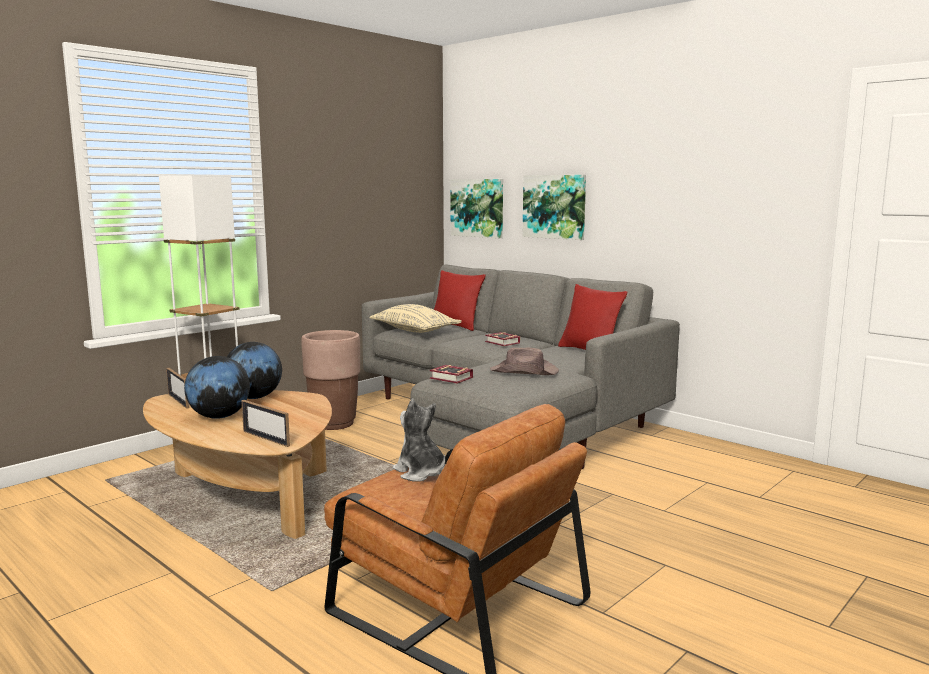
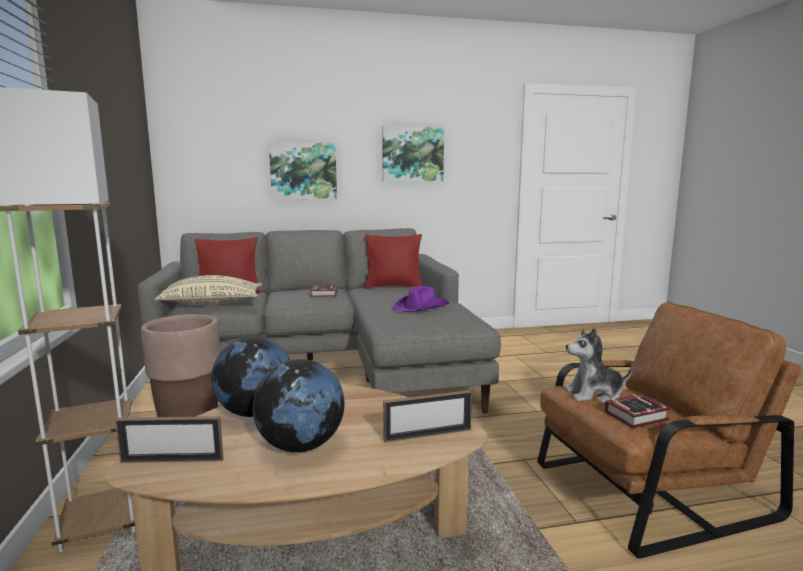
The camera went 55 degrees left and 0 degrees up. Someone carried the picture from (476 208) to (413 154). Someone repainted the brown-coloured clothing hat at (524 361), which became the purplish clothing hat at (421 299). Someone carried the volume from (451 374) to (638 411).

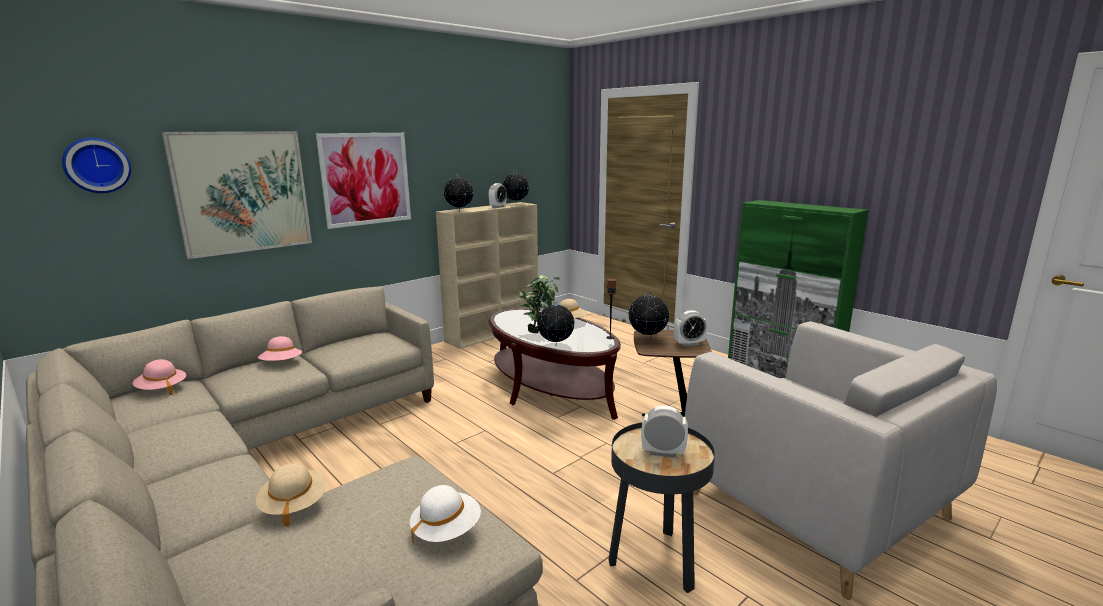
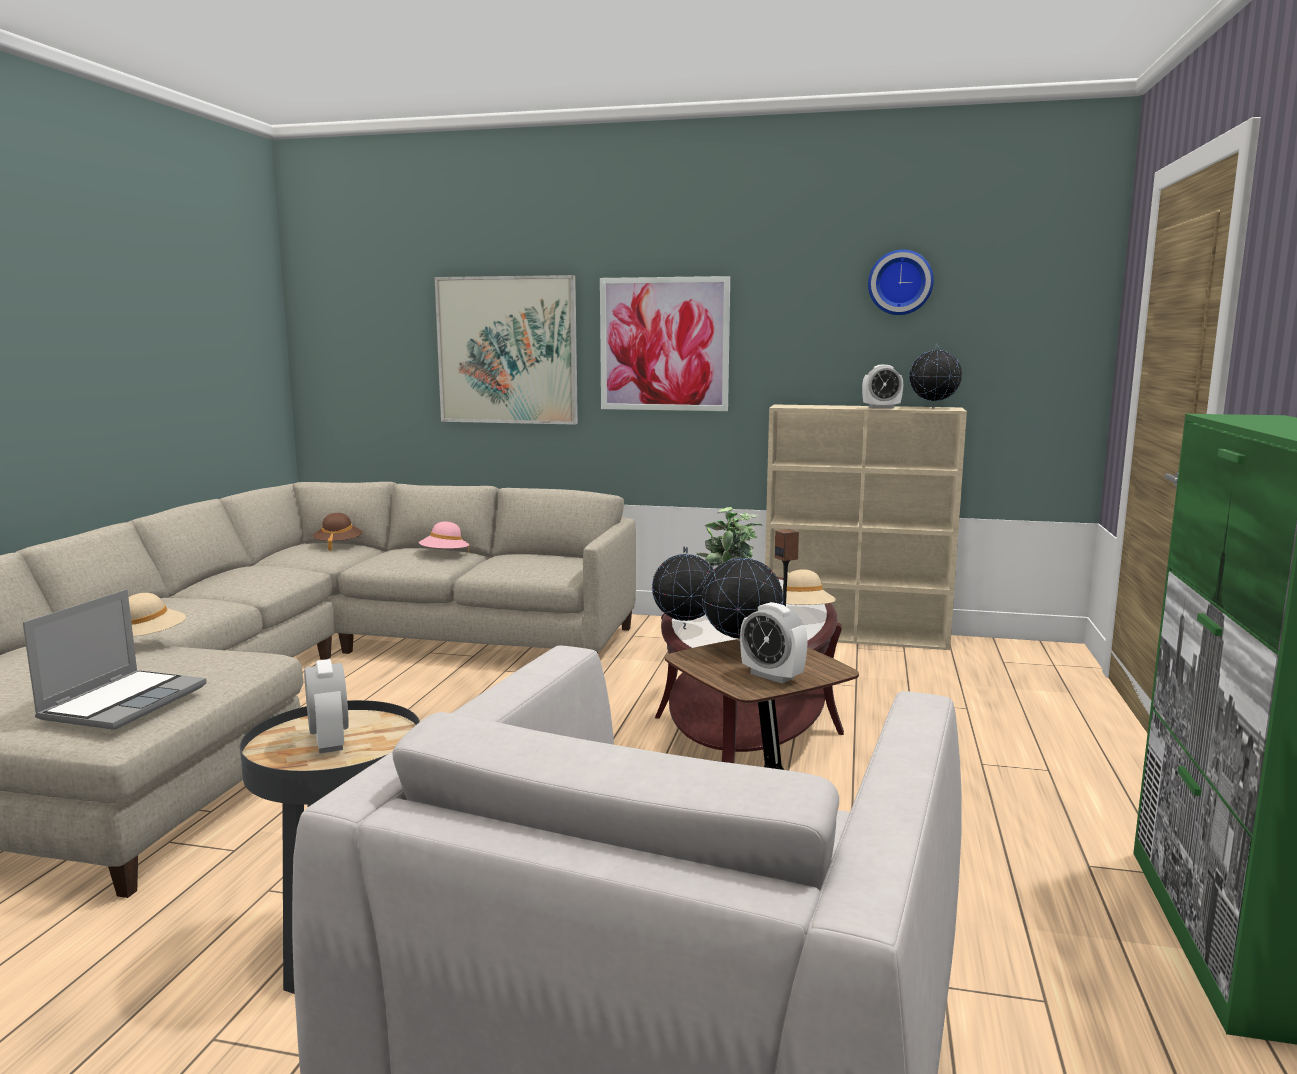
The camera went 55 degrees right and 5 degrees down. Someone carried the hanging clock from (96 165) to (901 282). Someone took away the desk globe at (458 193). Someone repainted the pink-coloured clothing hat at (159 377), which became the brown-coloured clothing hat at (338 532). Someone swapped the white-coloured clothing hat at (445 514) for the portable computer at (115 659).

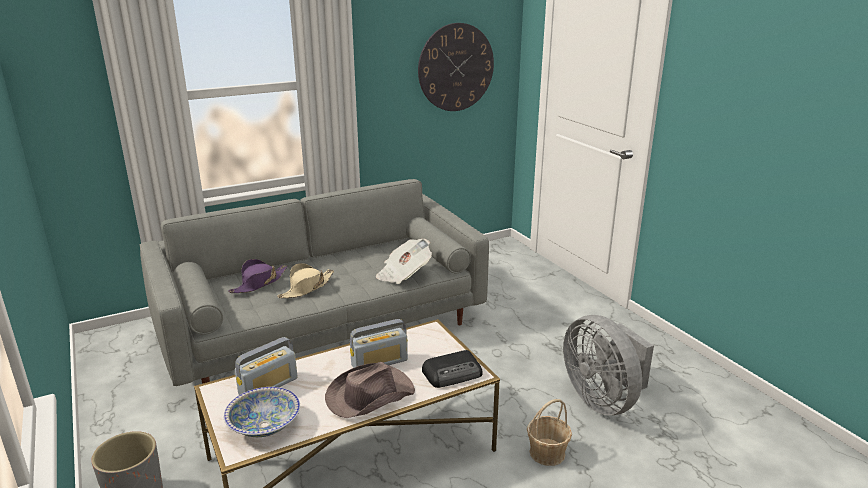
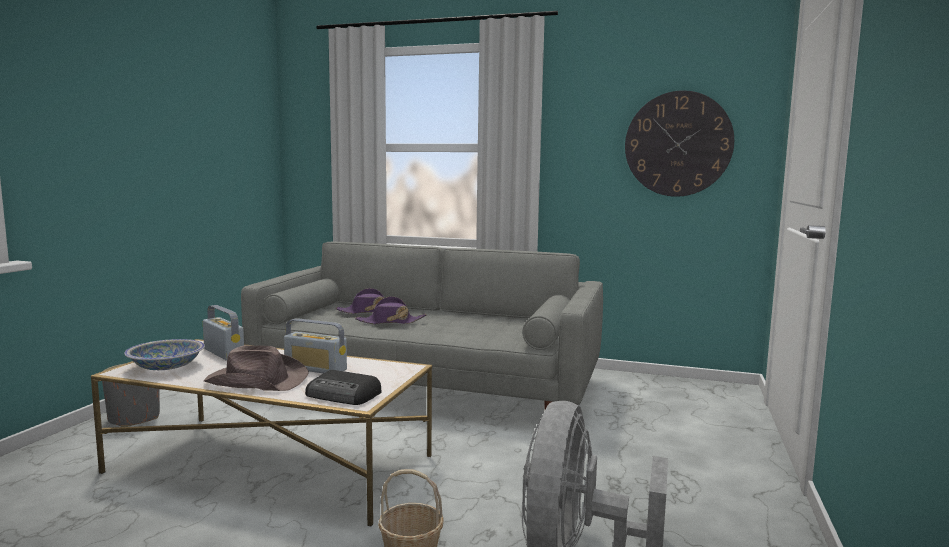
The camera went 45 degrees right and 15 degrees down. Someone took away the printed paper at (404 261). Someone repainted the beige-coloured clothing hat at (305 280), which became the purplish clothing hat at (390 310). Someone rotated the radio receiver at (266 366) by 135 degrees counterclockwise.

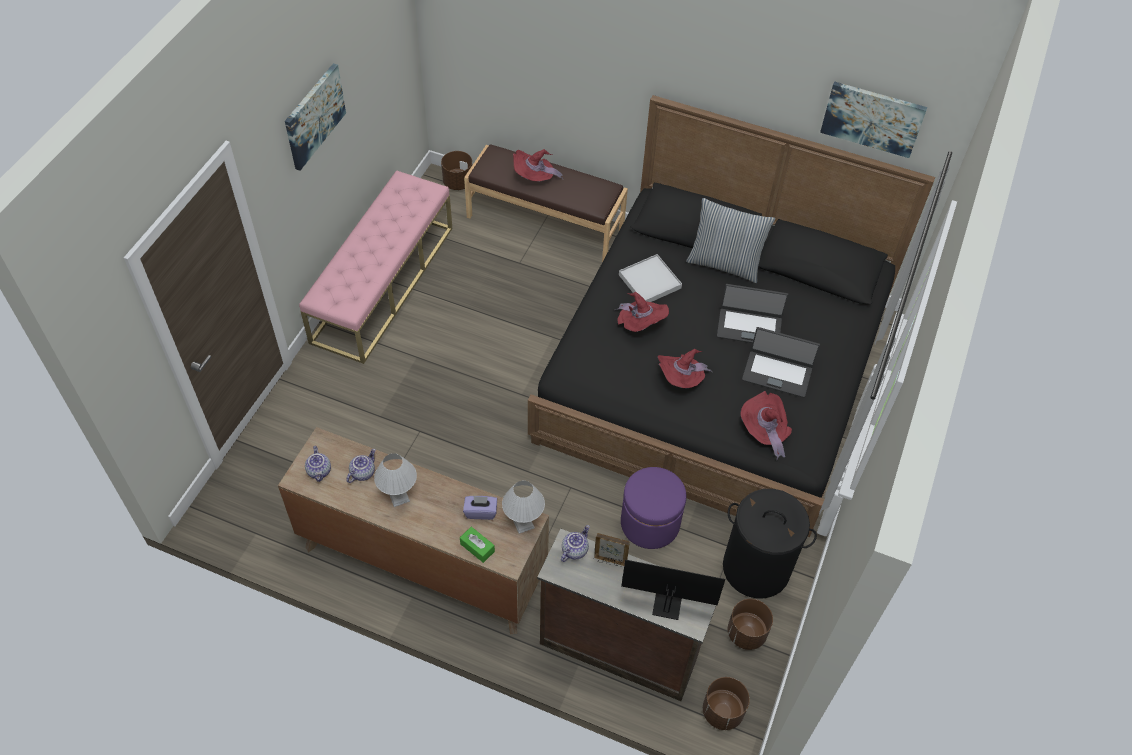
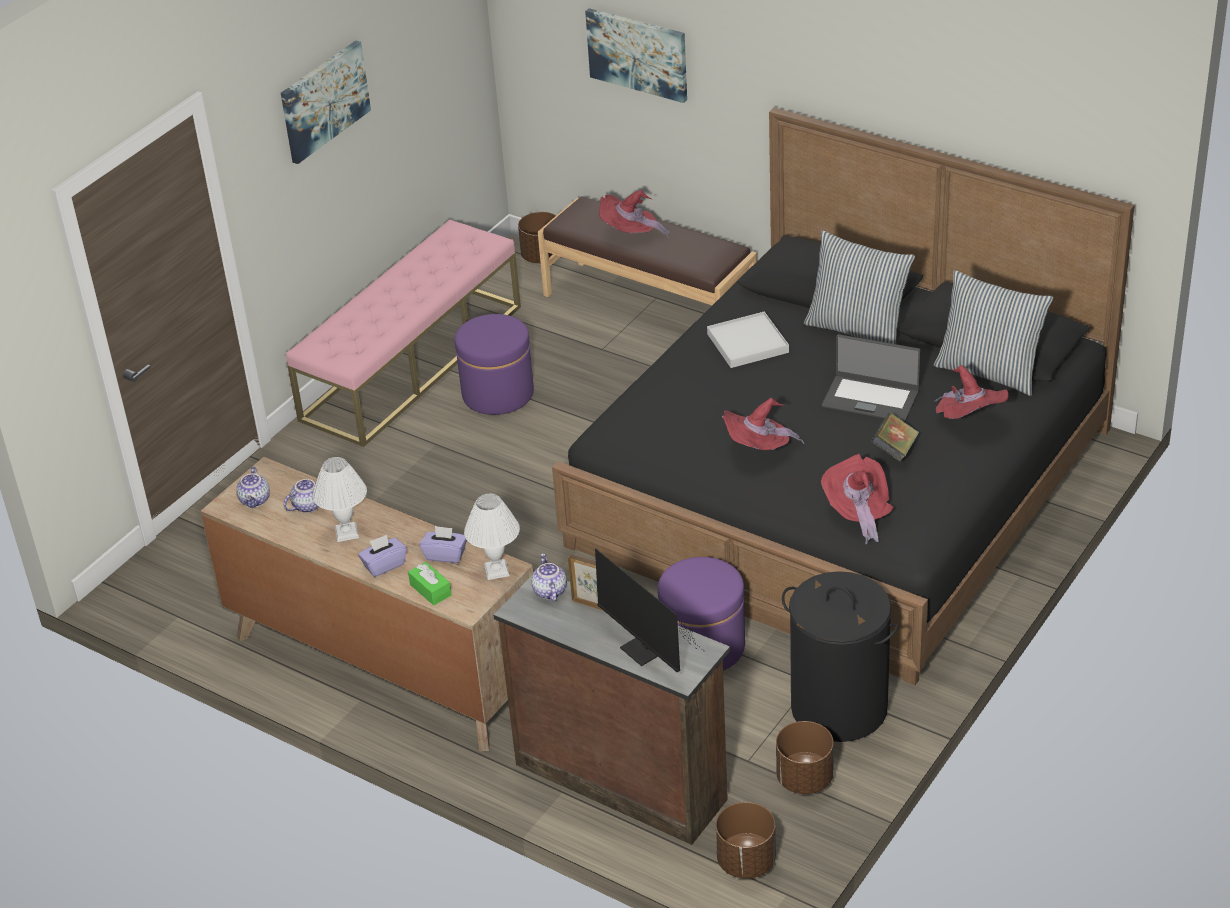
The camera went 15 degrees right and 15 degrees down. Someone carried the picture from (873 119) to (636 55). Someone carried the red-coloured clothing hat from (642 312) to (971 392). Someone swapped the portable computer at (781 362) for the volume at (895 437). Someone rotated the teapot at (575 543) by 60 degrees counterclockwise. Someone rotated the computer screen at (659 588) by 150 degrees counterclockwise. Someone put down the pillow at (993 333). Someone put down the purplish ottoman at (494 364). Someone put down the purplish tissue box at (382 556).

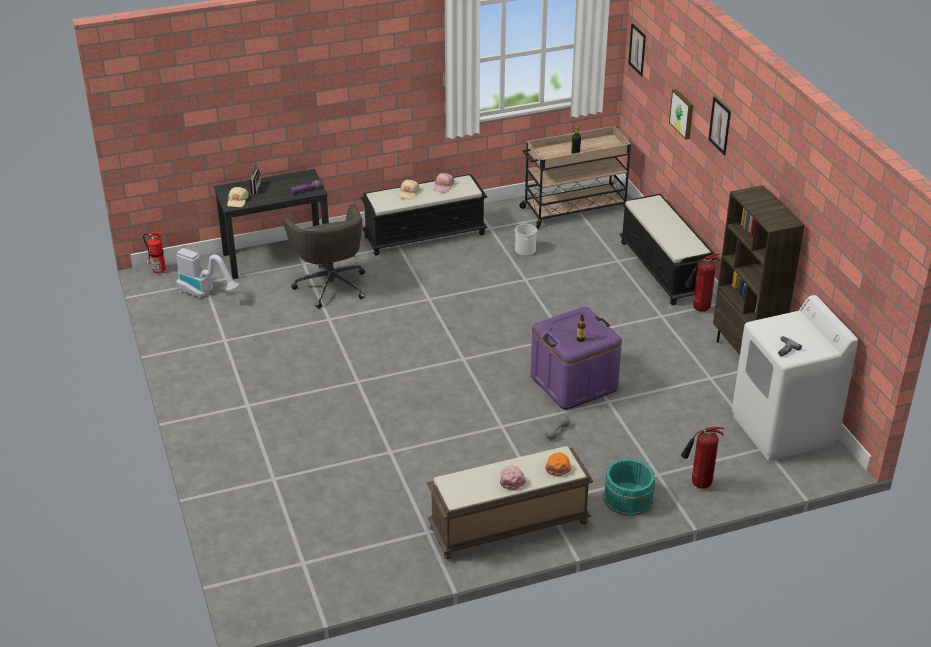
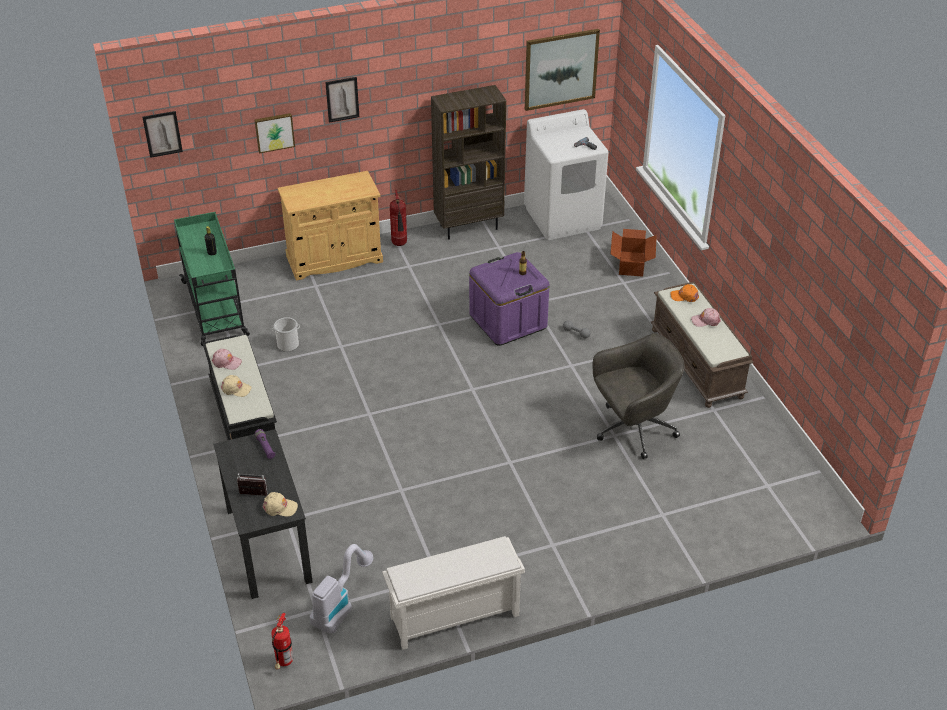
The camera went 90 degrees left and 5 degrees up. Someone repainted the beige-coloured wheeled cart at (575 177), which became the green wheeled cart at (212 279). Someone swapped the black bench at (667 249) for the beige-coloured cabinet at (330 226). Someone carried the grey computer chair from (324 256) to (639 396). Someone swapped the fire extinguisher at (702 458) for the packing box at (633 253). Someone took away the turquoise-coloured water bucket at (629 487). Someone put up the picture at (562 70). Someone put down the white-coloured shoe stand at (453 593).

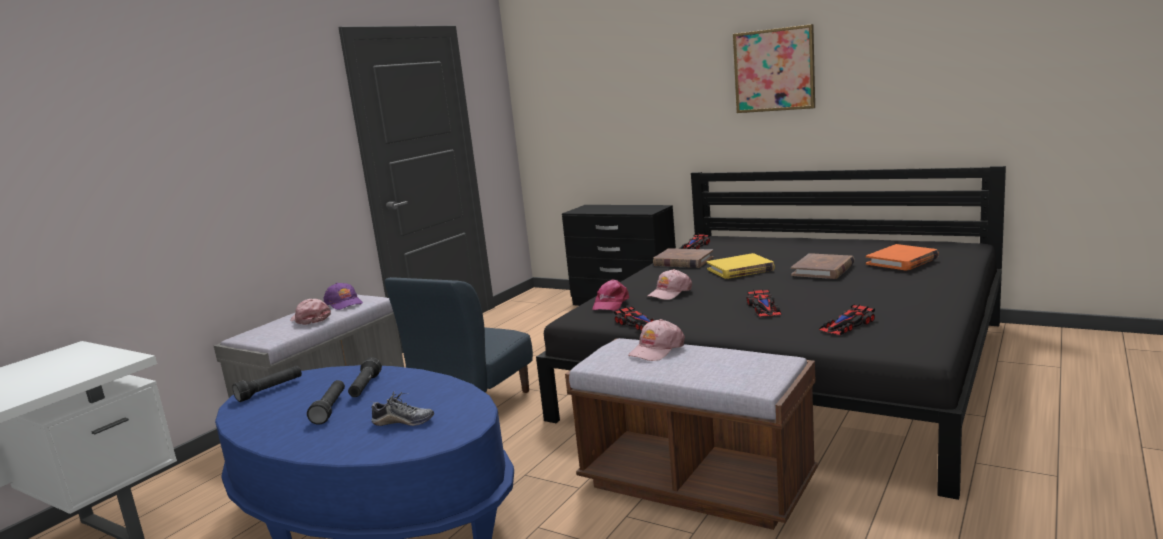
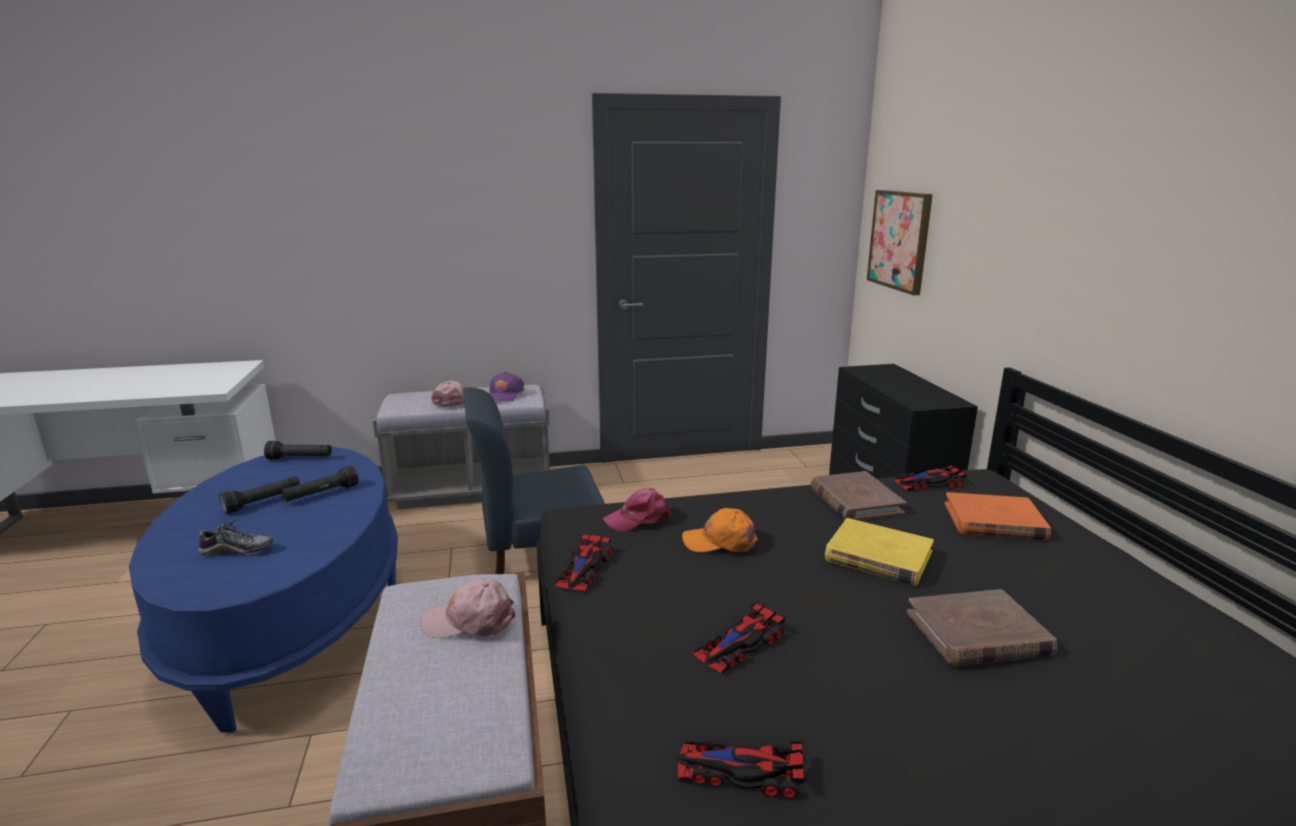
The camera went 45 degrees right and 5 degrees up. Someone carried the picture from (774 68) to (900 242). Someone carried the orangey volume from (902 257) to (998 516). Someone repainted the pink-coloured cap at (670 284), which became the orangey cap at (720 530). Someone rotated the shoe at (403 409) by 60 degrees counterclockwise.

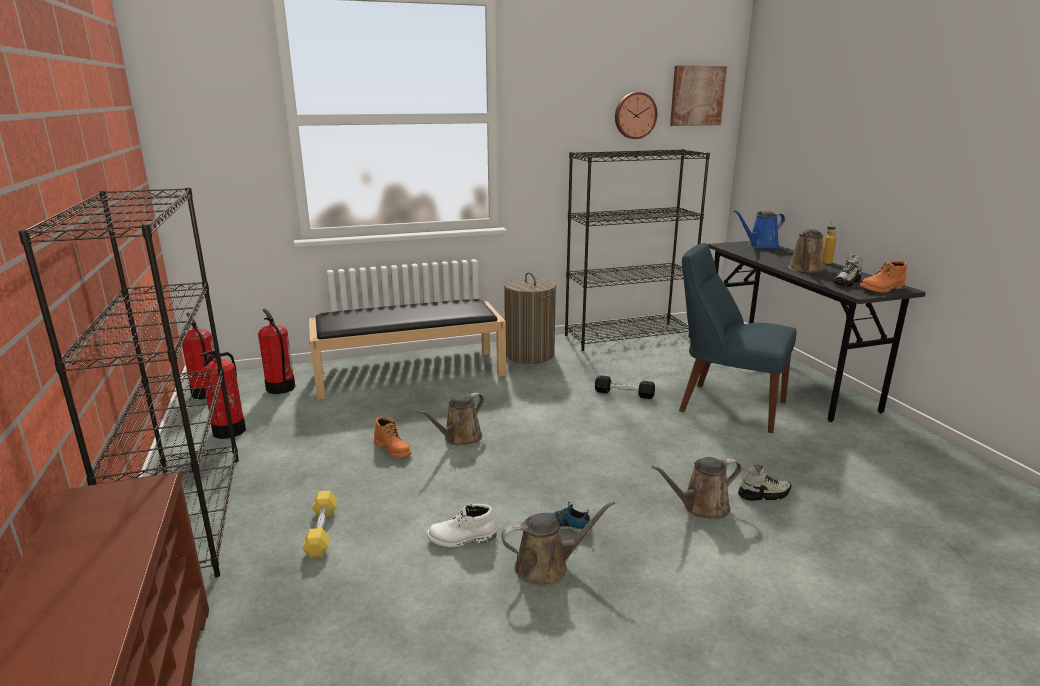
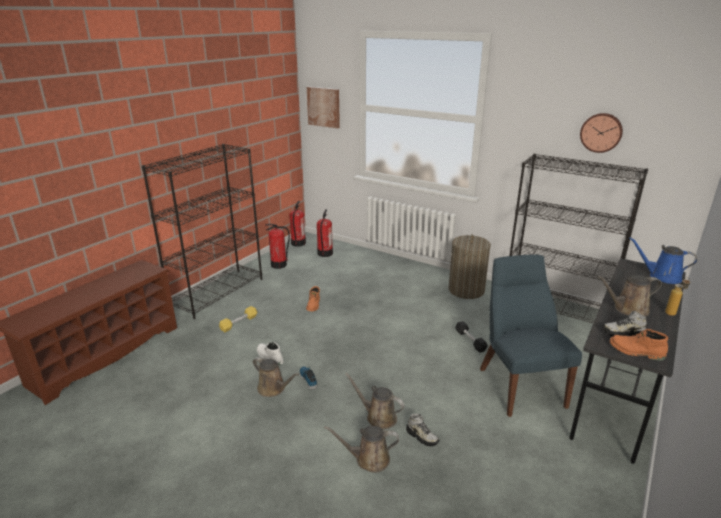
The camera went 50 degrees right and 5 degrees up. Someone carried the picture from (698 96) to (323 107). Someone took away the black bench at (407 349). Someone carried the brown-coloured watering can from (451 419) to (361 449).

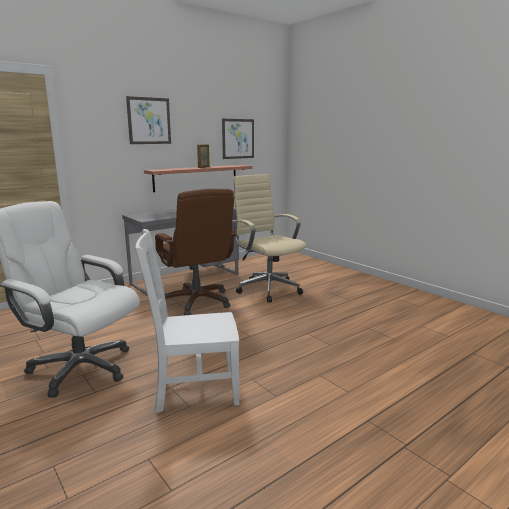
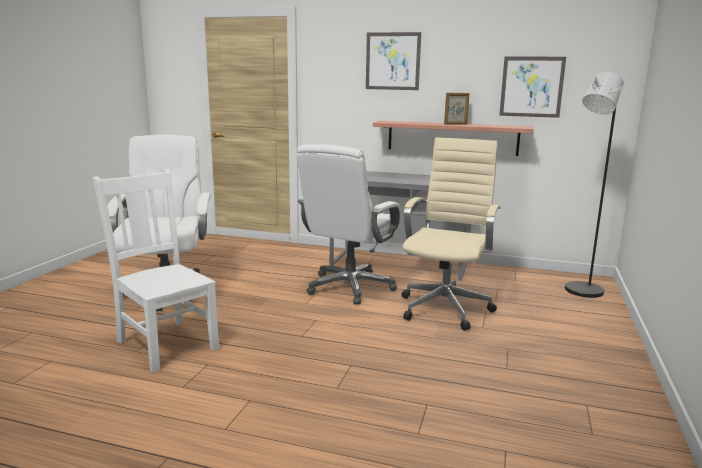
The camera went 55 degrees right and 0 degrees up. Someone repainted the brown-coloured computer chair at (196 252), which became the white-coloured computer chair at (349 224). Someone put down the black floor lamp at (594 185).

